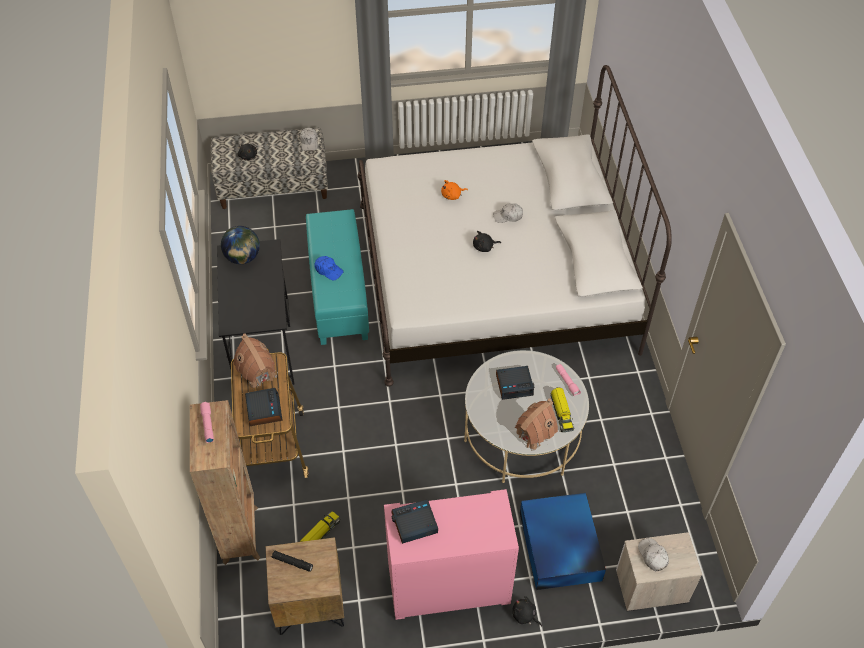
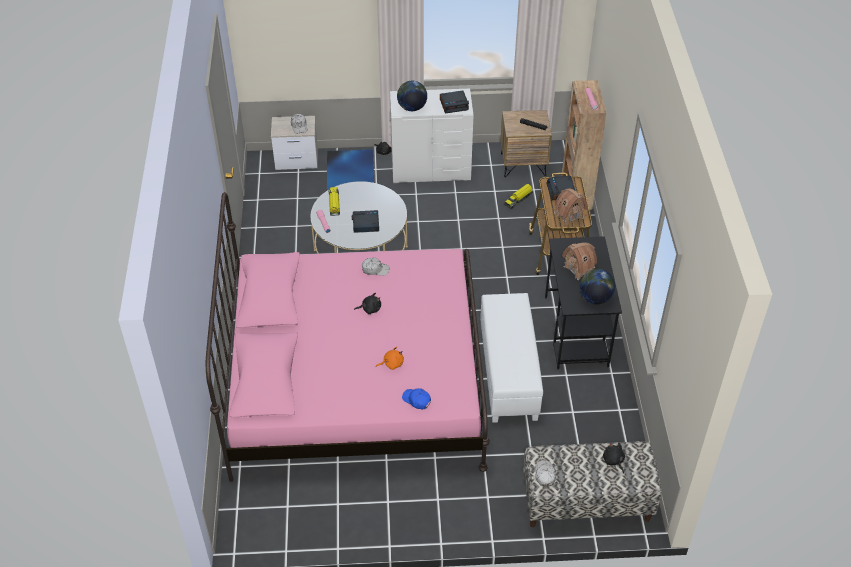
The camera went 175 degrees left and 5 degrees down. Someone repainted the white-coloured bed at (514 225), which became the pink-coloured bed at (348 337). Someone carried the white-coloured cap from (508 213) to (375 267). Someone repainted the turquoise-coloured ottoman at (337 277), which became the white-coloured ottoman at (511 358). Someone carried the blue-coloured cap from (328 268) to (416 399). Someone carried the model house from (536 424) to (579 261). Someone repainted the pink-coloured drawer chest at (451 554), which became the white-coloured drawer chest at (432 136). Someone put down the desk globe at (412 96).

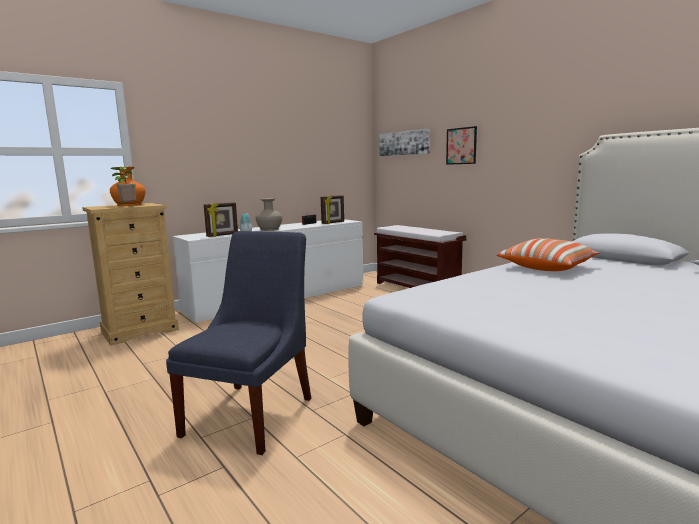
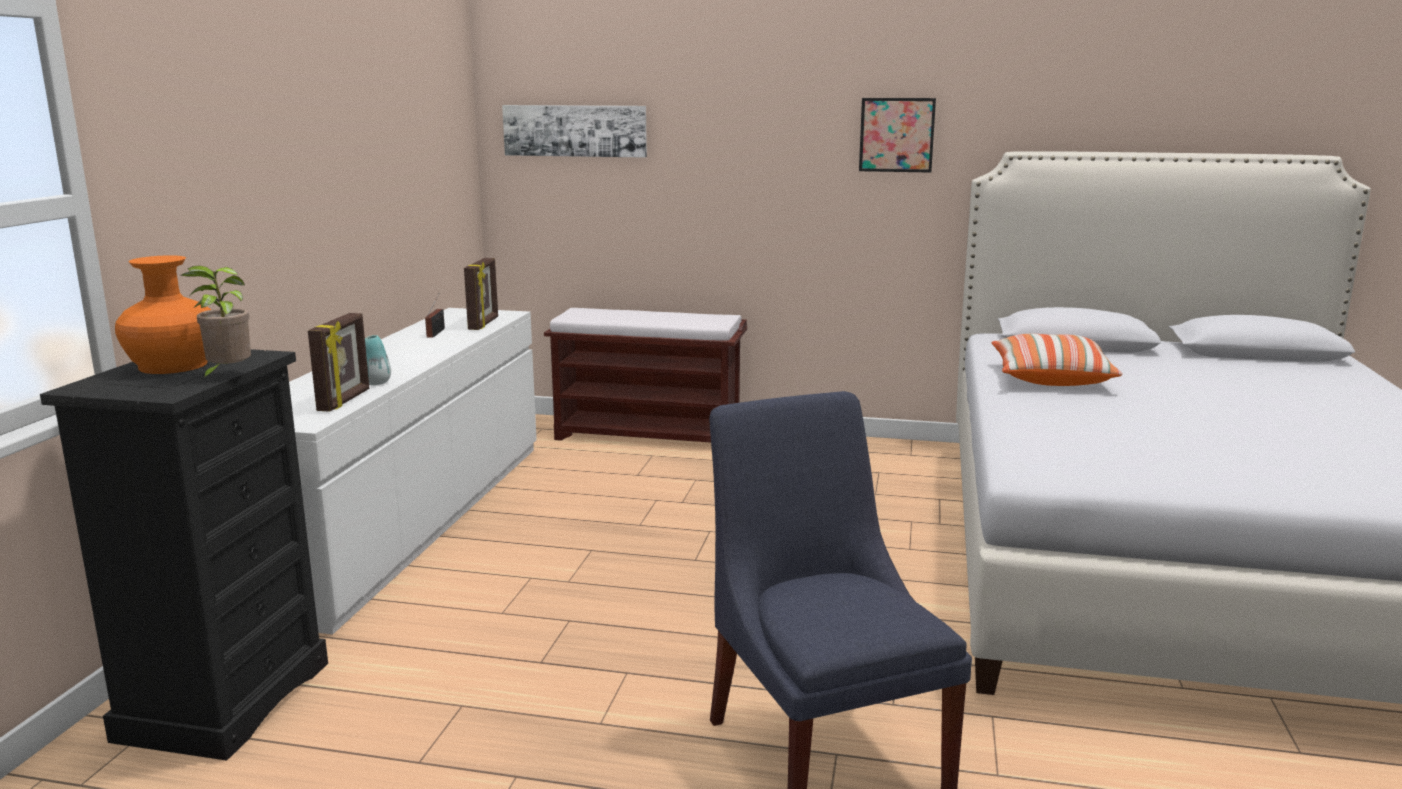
The camera went 40 degrees left and 5 degrees up. Someone carried the picture from (461 145) to (897 135). Someone took away the beige-coloured decorative vase at (269 214). Someone repainted the beige-coloured drawer chest at (130 274), which became the black drawer chest at (184 555).

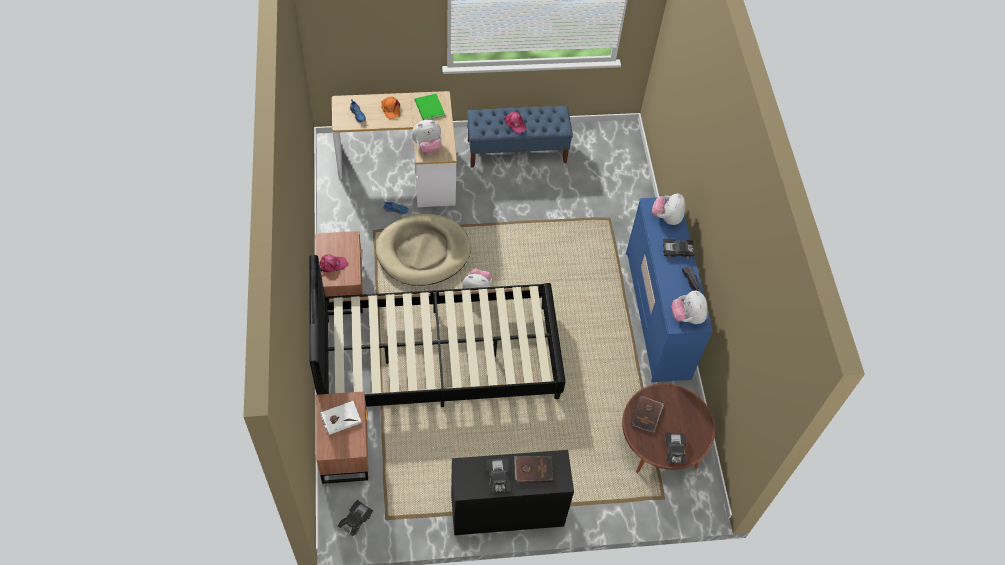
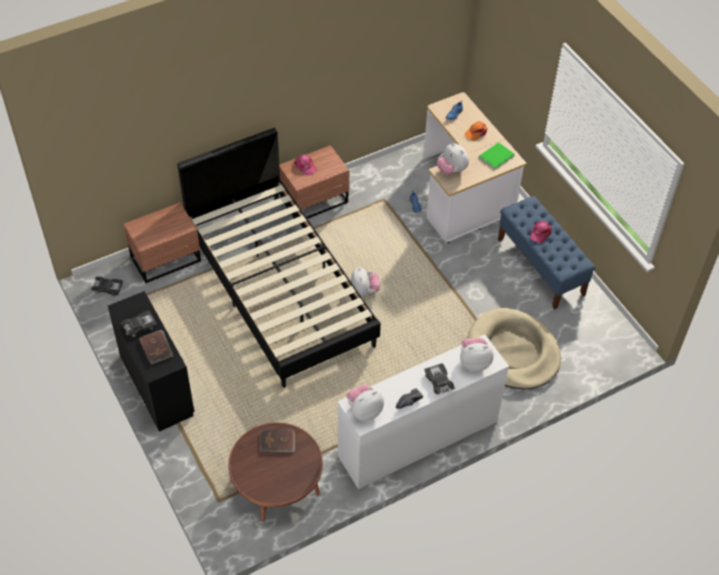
The camera went 70 degrees right and 5 degrees down. Someone repainted the blue-coloured drawer chest at (669 289), which became the white-coloured drawer chest at (423 411). Someone carried the beige-coloured pet bed from (423 250) to (514 348). Someone took away the white-coloured volume at (341 418). Someone took away the black toy car at (676 448).

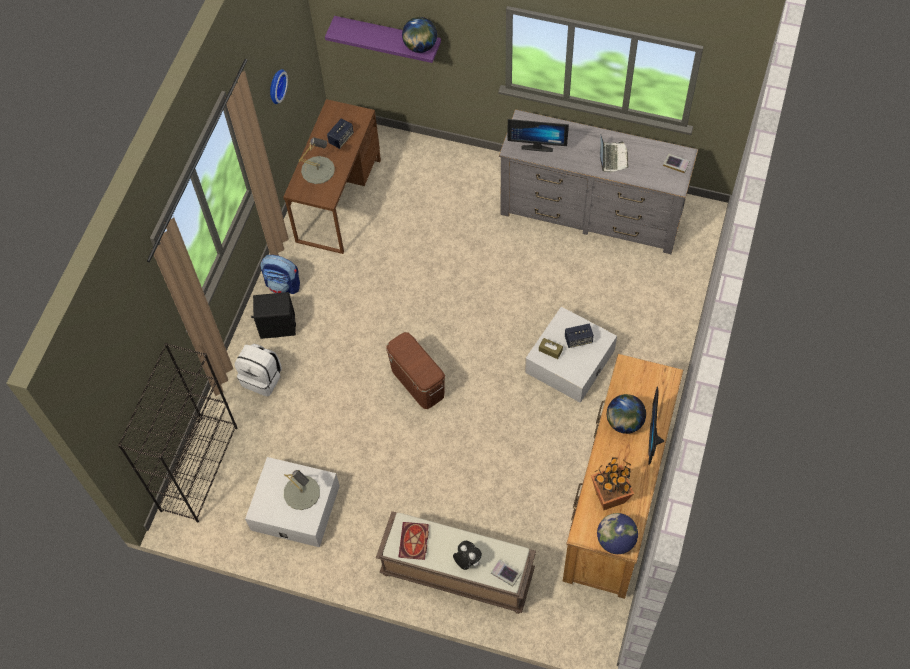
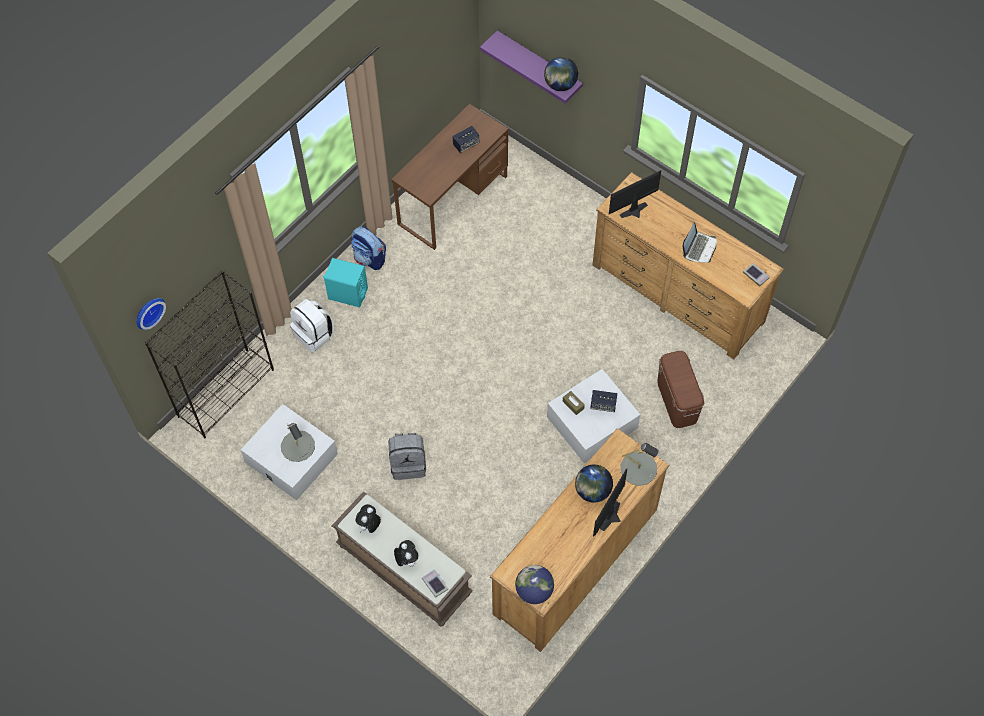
The camera went 20 degrees right and 0 degrees up. Someone carried the hanging clock from (279 86) to (151 314). Someone repainted the grey drawer chest at (598 181), which became the brown-coloured drawer chest at (688 266). Someone rotated the computer screen at (538 135) by 120 degrees clockwise. Someone carried the grey table lamp from (317 160) to (640 464). Someone repainted the black audio speaker at (273 315), which became the turquoise-coloured audio speaker at (345 282). Someone carried the brown-coloured storage container from (415 370) to (680 389). Someone took away the potted plant at (612 483). Someone swapped the volume at (414 541) for the soft toy at (368 518). Someone put down the grey knapsack at (407 456).

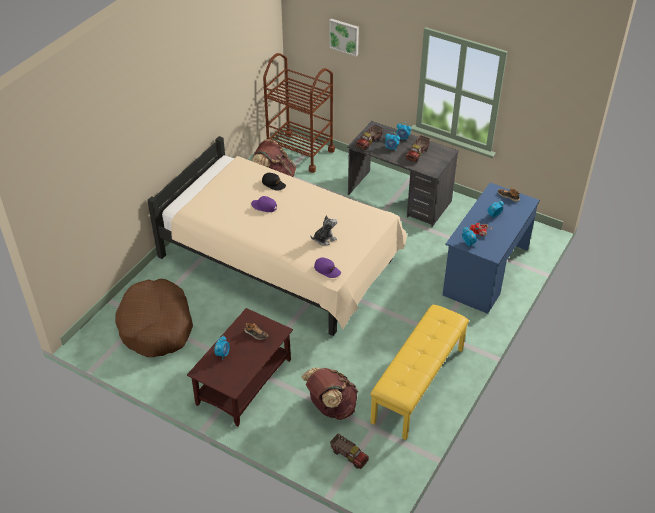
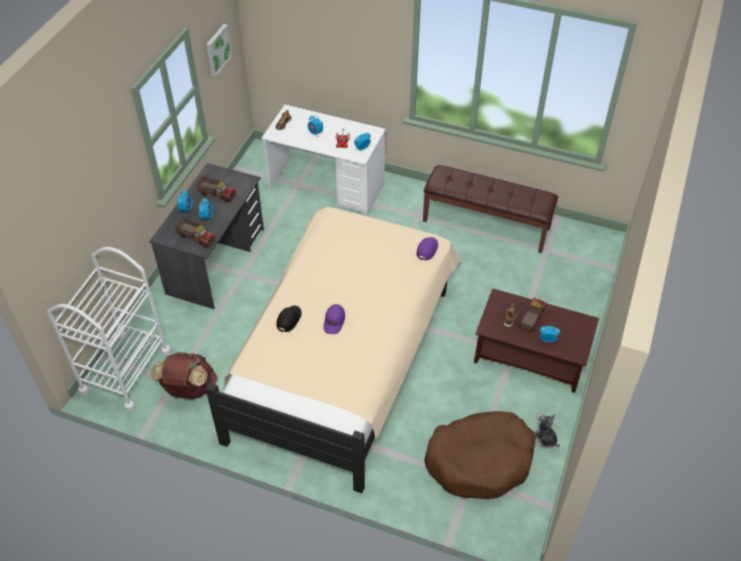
The camera went 100 degrees left and 5 degrees up. Someone carried the picture from (344 37) to (219 50). Someone repainted the brown-coloured wheeled cart at (299 113), which became the white-coloured wheeled cart at (109 329). Someone repainted the blue-coloured desk unit at (491 248), which became the white-coloured desk unit at (324 159). Someone carried the soft toy from (324 230) to (546 431). Someone repainted the yellow bench at (419 372), which became the brown-coloured bench at (490 209). Someone took away the brown-coloured knapsack at (329 393). Someone carried the model truck from (349 451) to (533 314).

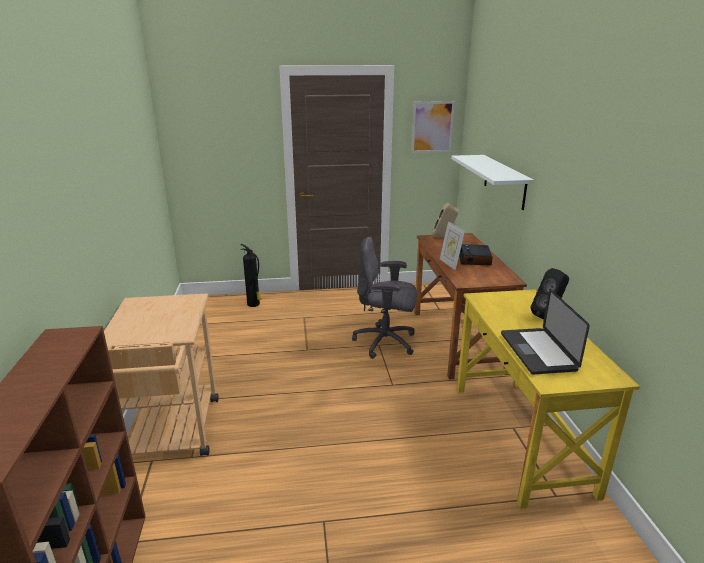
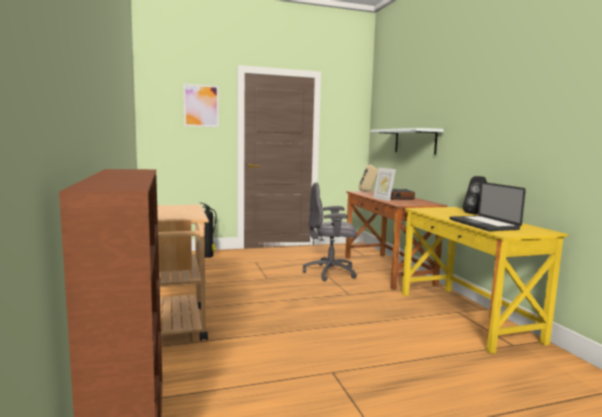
The camera went 10 degrees left and 15 degrees down. Someone carried the picture from (433 127) to (201 105).

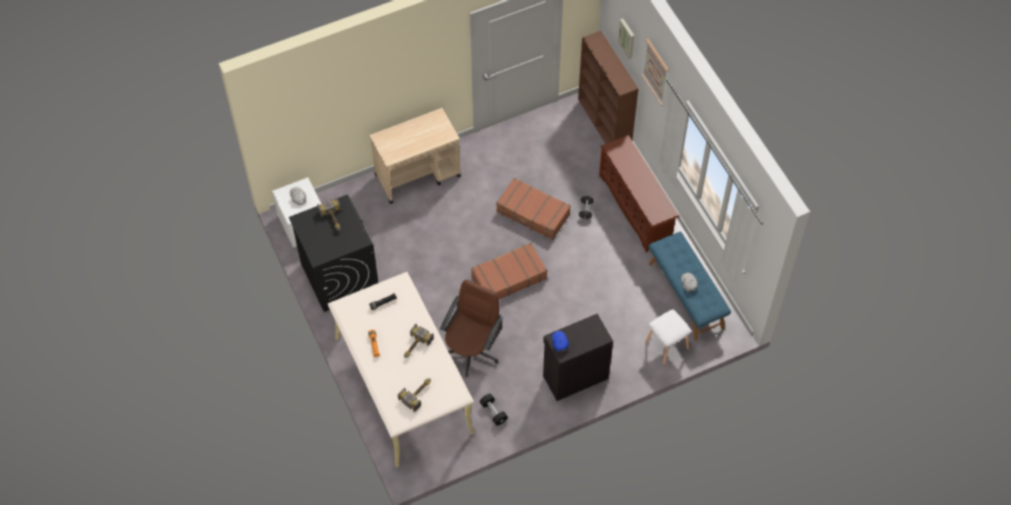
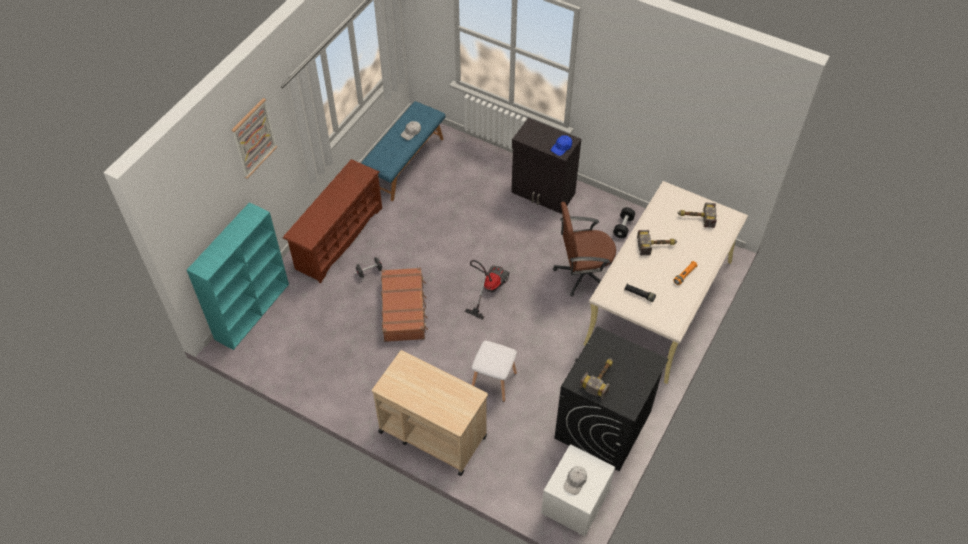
The camera went 125 degrees left and 5 degrees down. Someone took away the picture at (626 39). Someone repainted the brown-coloured bookshelf at (608 87), which became the turquoise-coloured bookshelf at (238 276). Someone swapped the brown-coloured travel case at (509 271) for the vacuum cleaner at (487 290). Someone carried the white-coloured stool from (668 337) to (494 371).

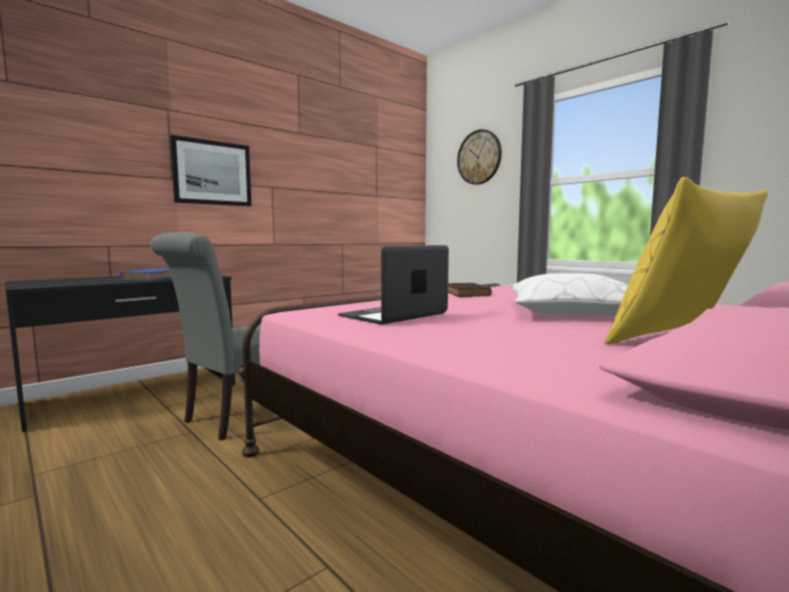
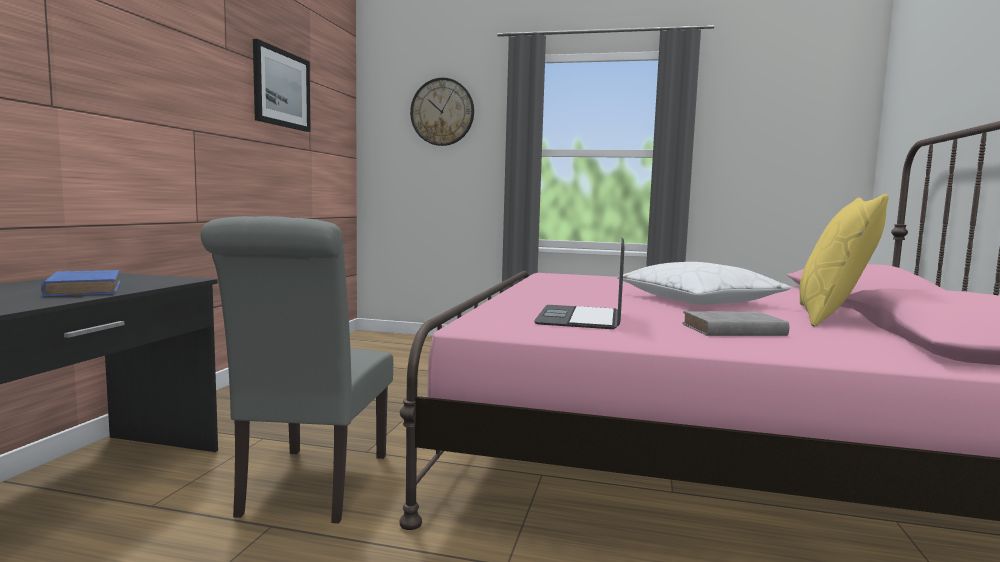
The camera went 35 degrees left and 0 degrees up. Someone carried the picture from (210 170) to (282 85). Someone took away the brown-coloured volume at (470 290). Someone put down the grey volume at (735 323).

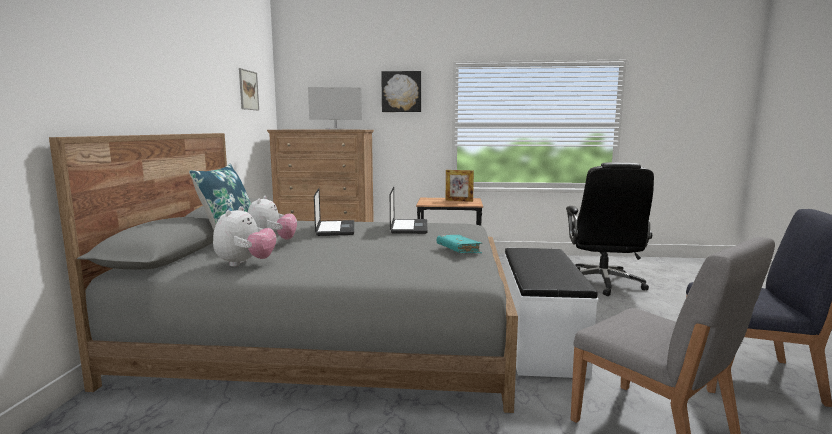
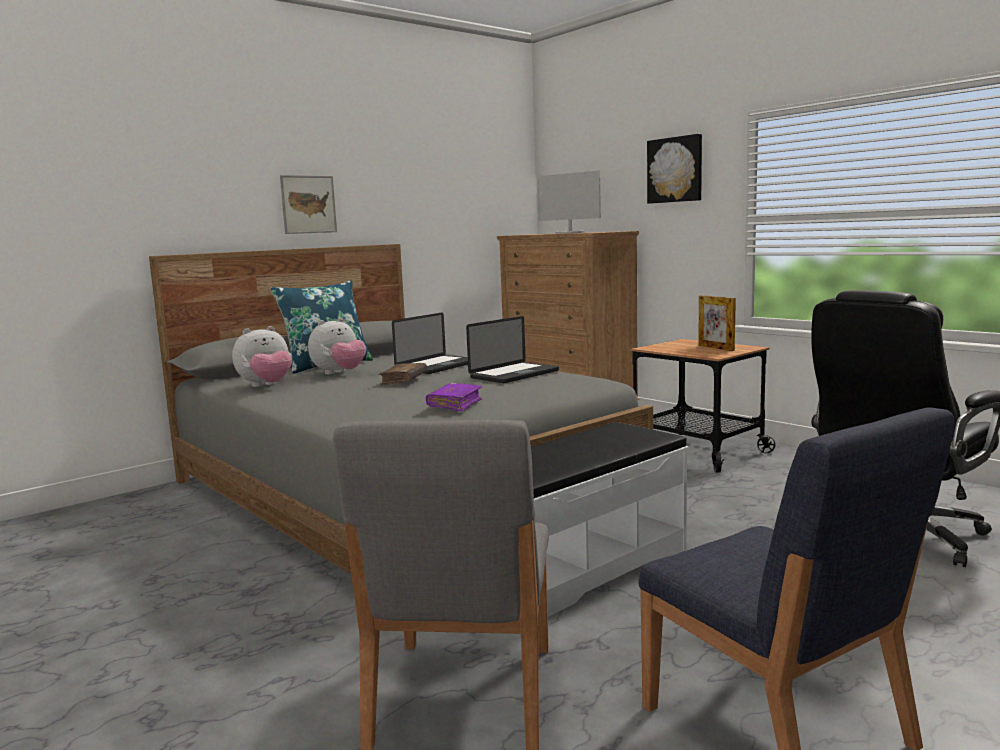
The camera went 45 degrees right and 0 degrees up. Someone carried the picture from (249 89) to (308 204). Someone repainted the turquoise-coloured volume at (459 244), which became the purplish volume at (454 397). Someone put down the brown-coloured volume at (402 374).

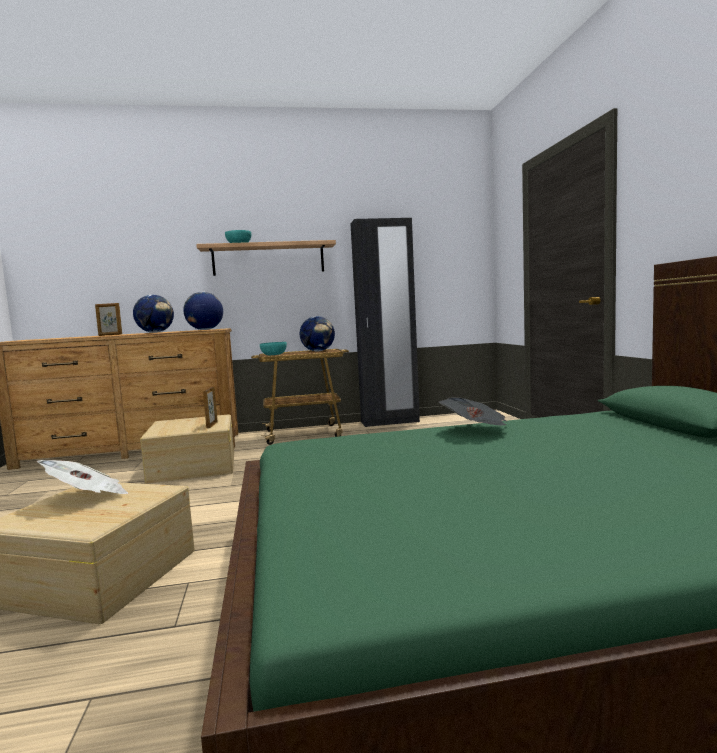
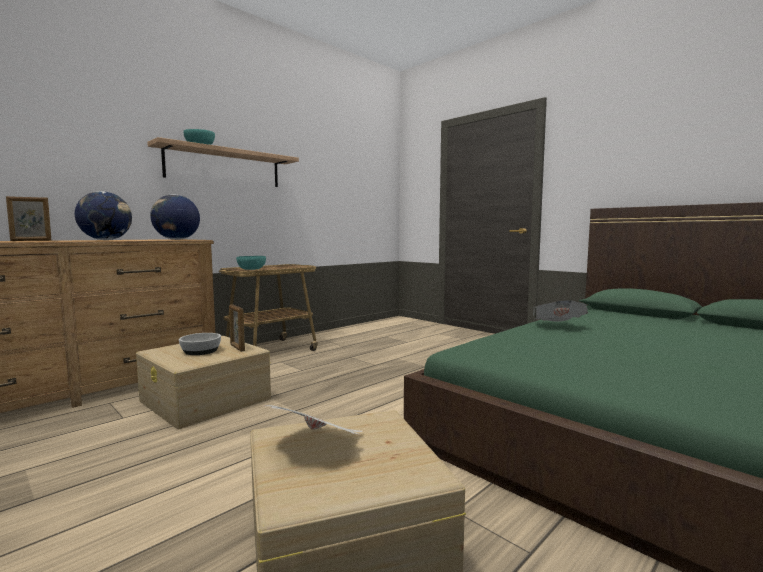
The camera went 35 degrees left and 0 degrees up. Someone took away the black clothes cupboard at (385 322). Someone took away the desk globe at (317 334). Someone put down the deep dish at (200 344).

